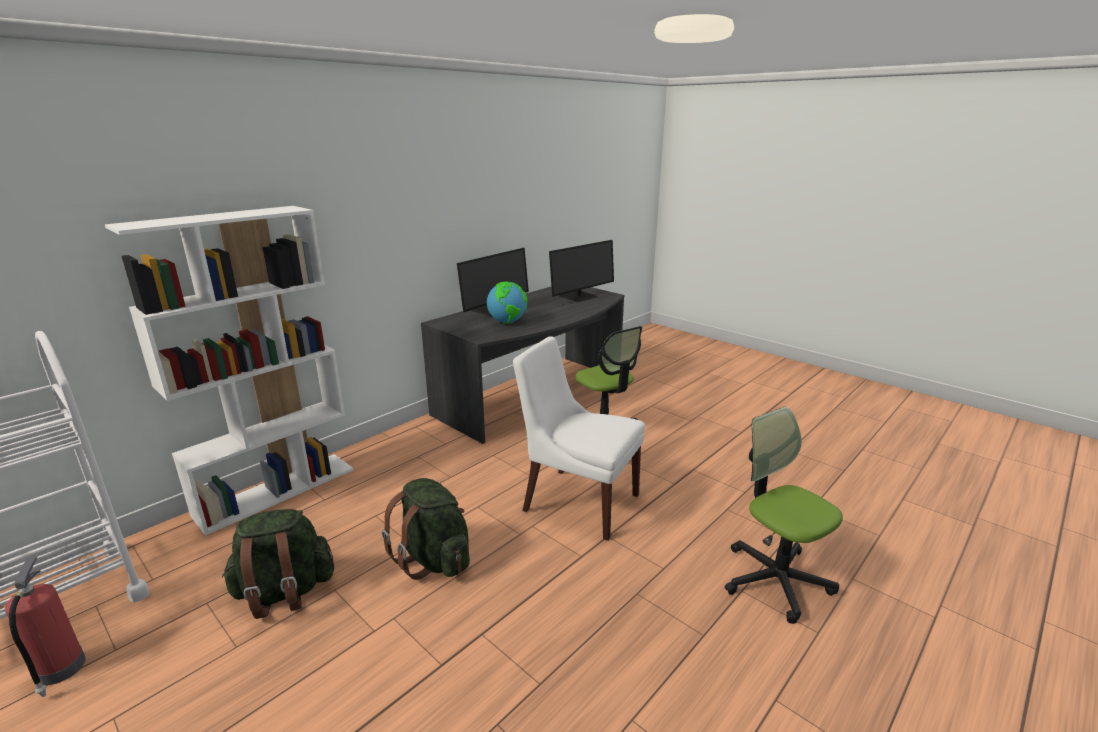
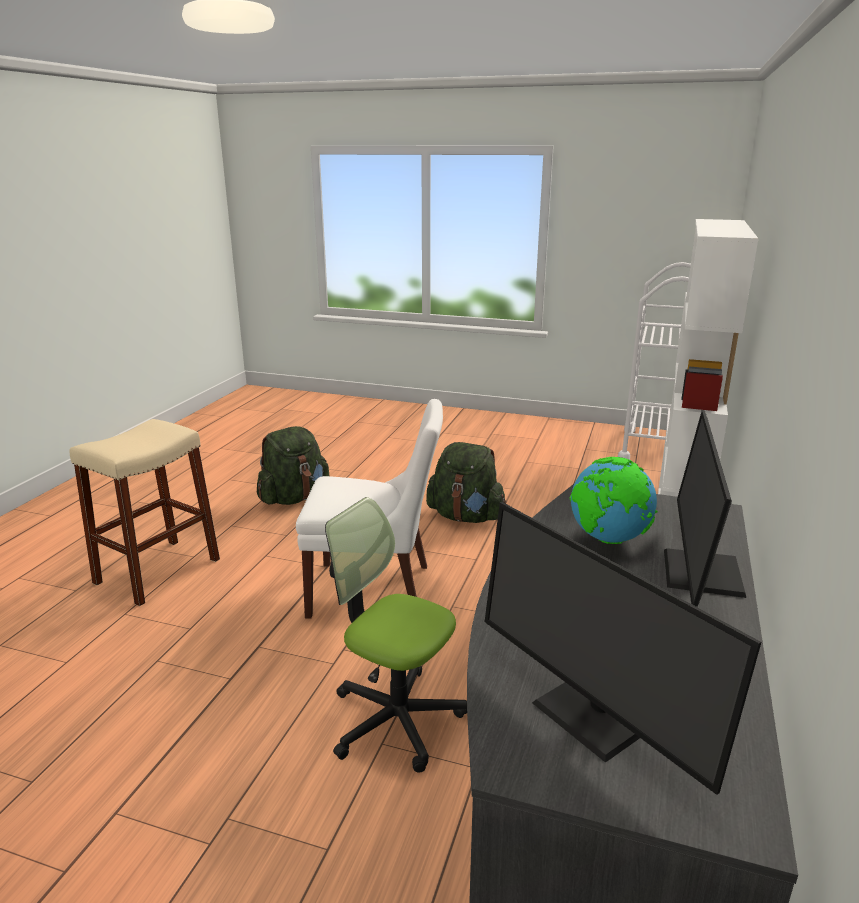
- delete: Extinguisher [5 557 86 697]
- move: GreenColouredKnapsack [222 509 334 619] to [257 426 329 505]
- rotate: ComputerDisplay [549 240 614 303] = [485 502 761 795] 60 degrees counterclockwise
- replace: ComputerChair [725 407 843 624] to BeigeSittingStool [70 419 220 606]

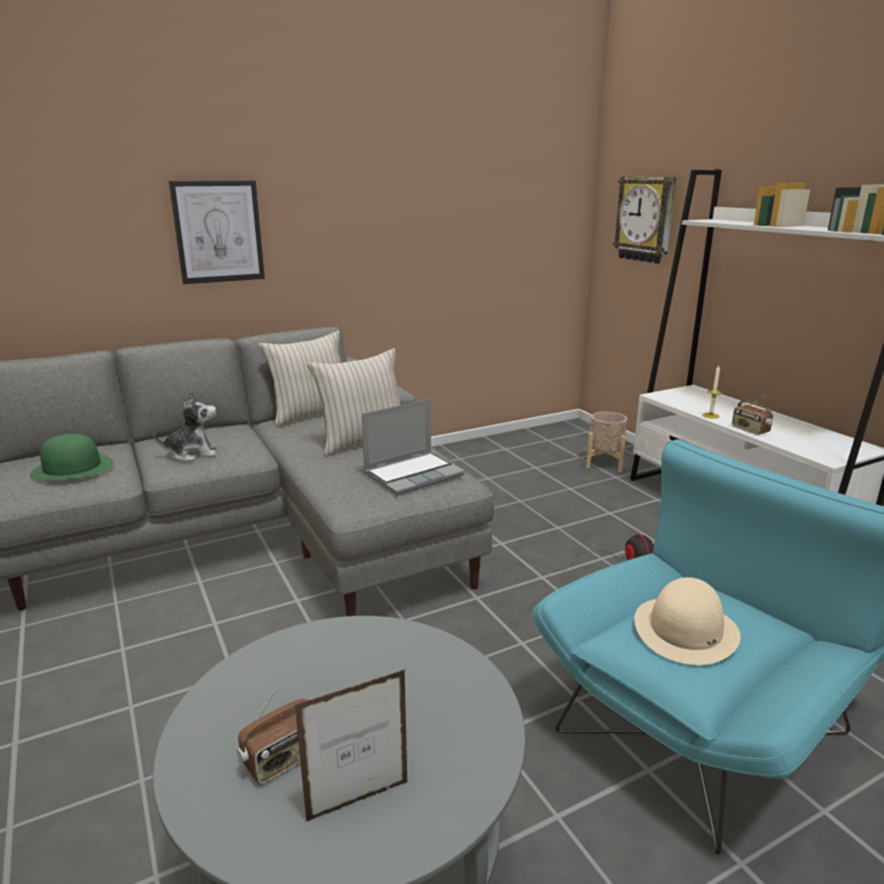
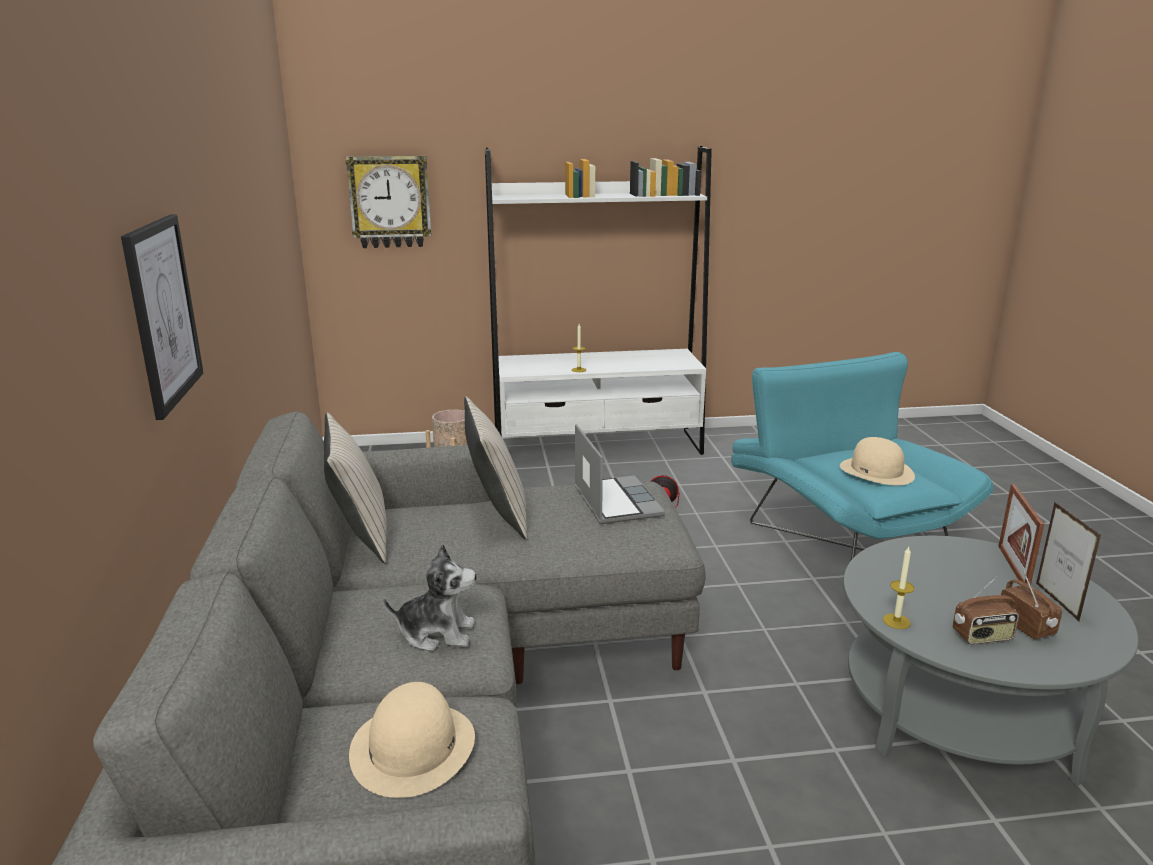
- recolor: GreenColouredWearableHat [30 434 114 480] to BeigeWearableHat [349 682 475 798]
- rotate: SoftToy [153 391 217 461] = [383 544 476 651] 90 degrees clockwise
- move: RadioReceiver [732 393 773 435] to [953 576 1019 644]
- insert: WaxLight [883 547 914 629]
- insert: StandingFrame [998 484 1044 586]

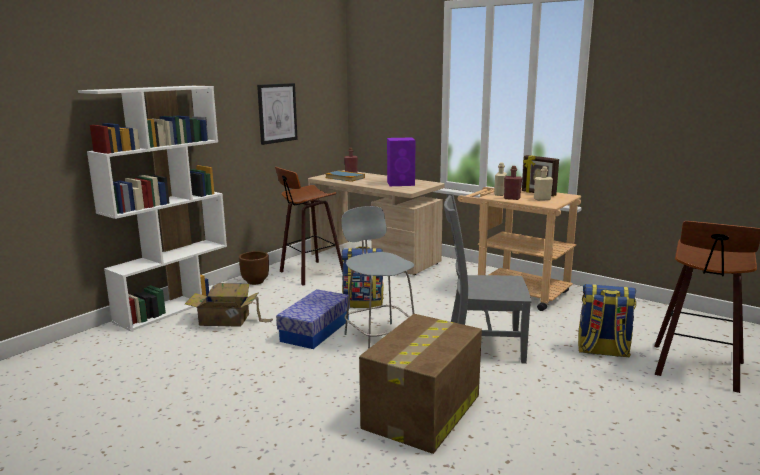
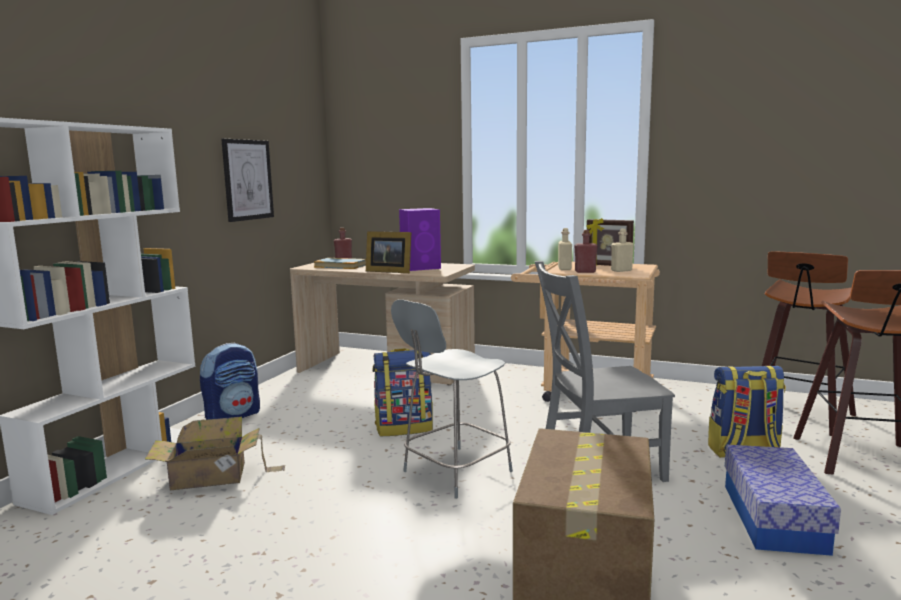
- replace: BrownColouredPlantPot [239 251 269 285] to Knapsack [200 342 260 420]
- move: SittingStool [275 167 343 286] to [762 251 856 436]
- move: StorageBin [276 289 350 349] to [725 445 841 556]
- rotate: GrayPlainChair [341 206 414 349] = [391 299 513 499] 90 degrees counterclockwise
- insert: StandingFrame [366 231 411 273]

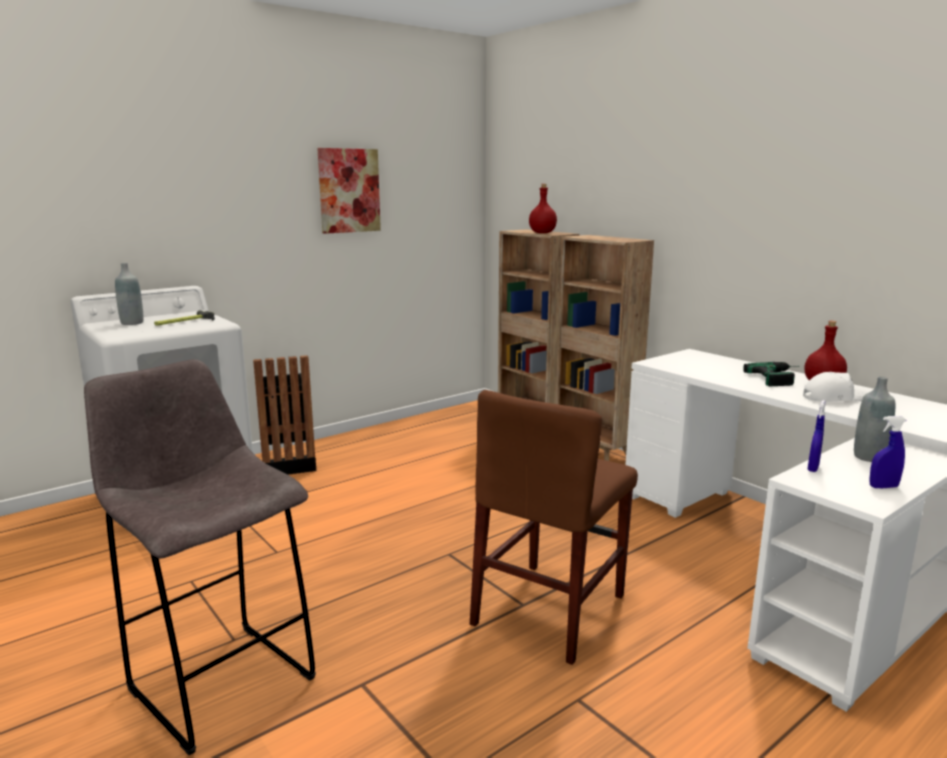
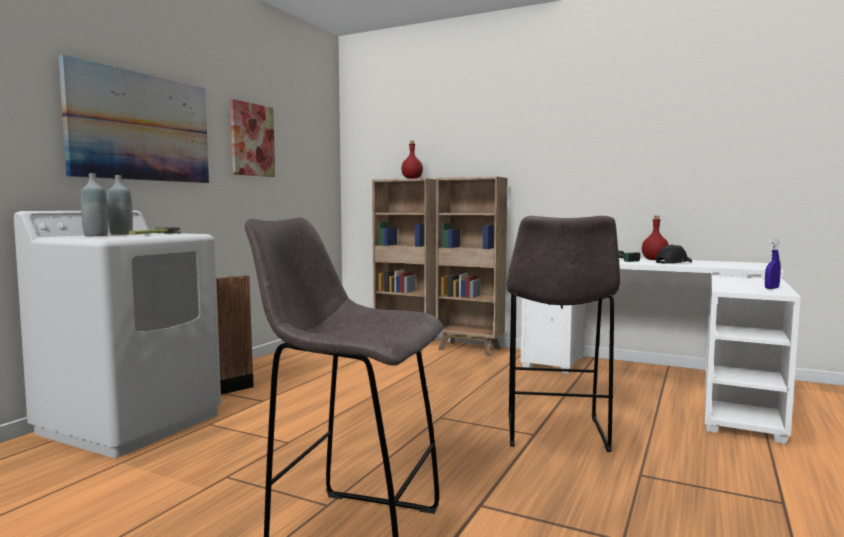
- replace: BrownColouredPlainChair [470 390 638 665] to GraySittingStool [506 216 620 452]
- recolor: WhiteColouredPeakedCap [803 372 868 402] to BlackColouredPeakedCap [656 245 692 264]
- delete: BlueHandSprayer [808 400 826 472]
- move: GrayDrinkBottle [854 377 896 462] to [107 175 133 235]
- insert: Picture [58 54 209 183]

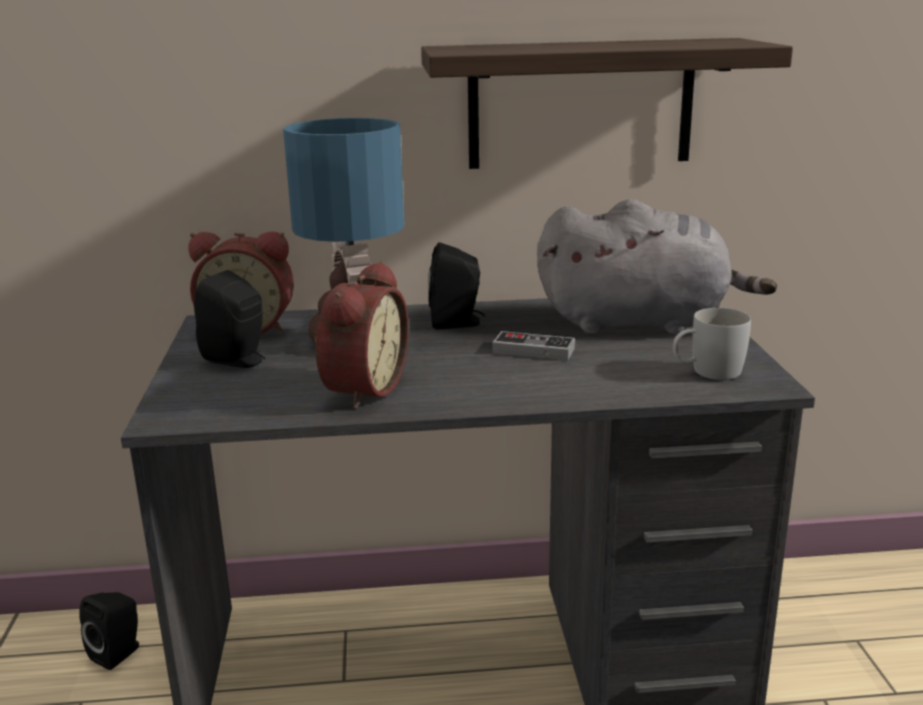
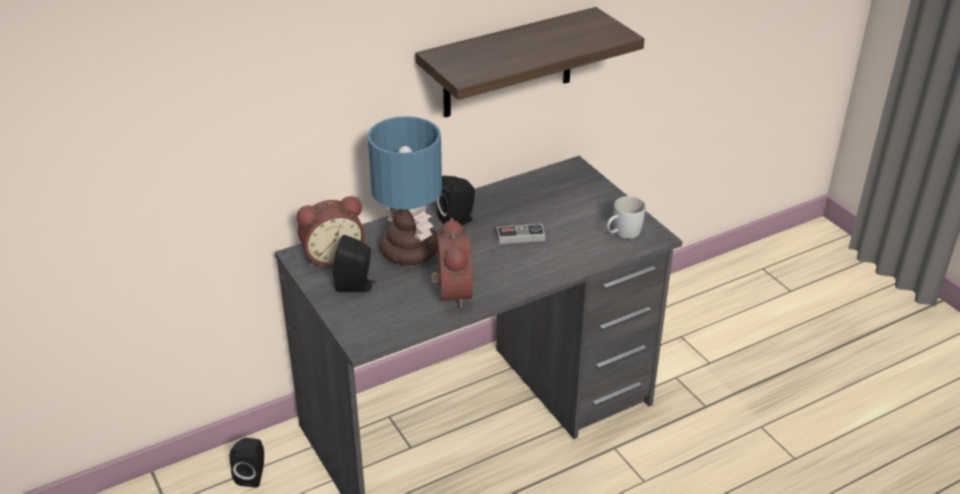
- delete: GraySoftToy [537 199 777 335]

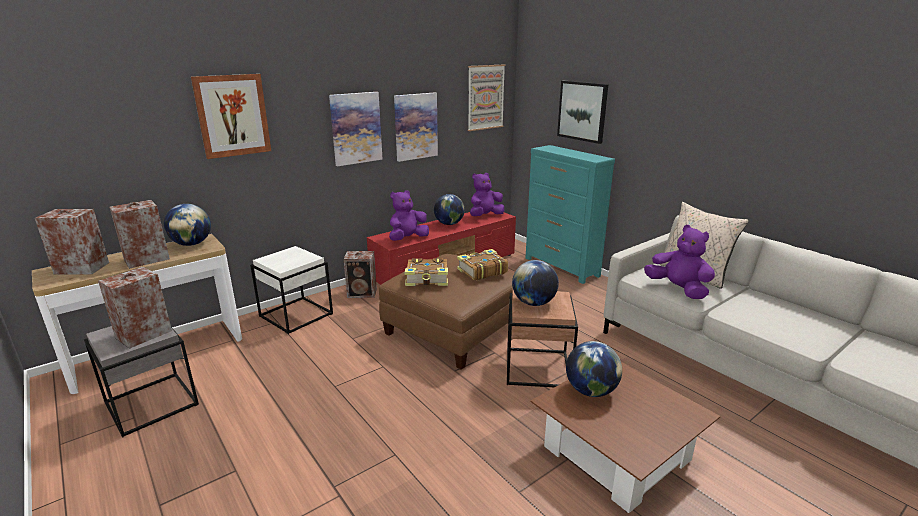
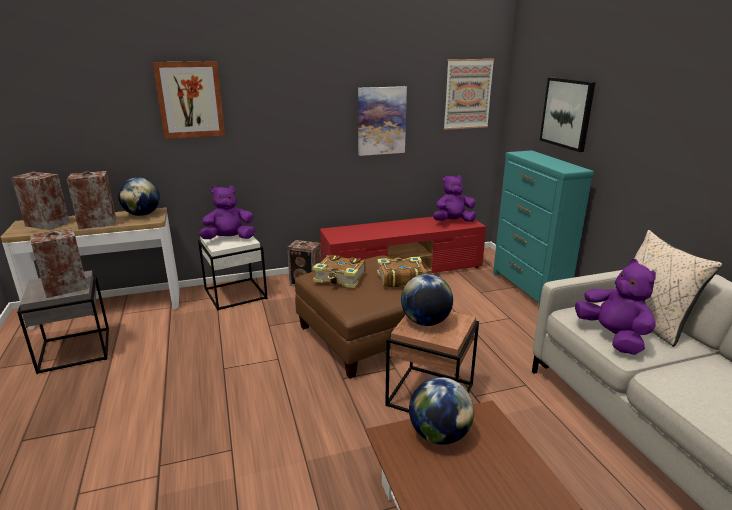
- delete: Picture [329 92 383 166]
- move: PurpleColouredSoftToy [389 190 429 241] to [199 186 255 239]
- delete: WorldGlobe [434 194 465 225]

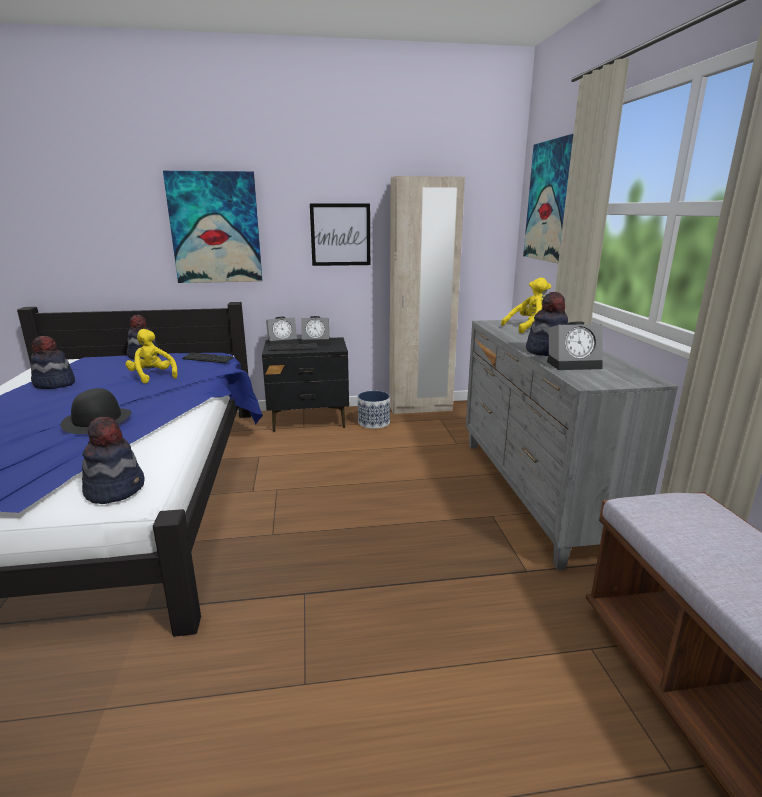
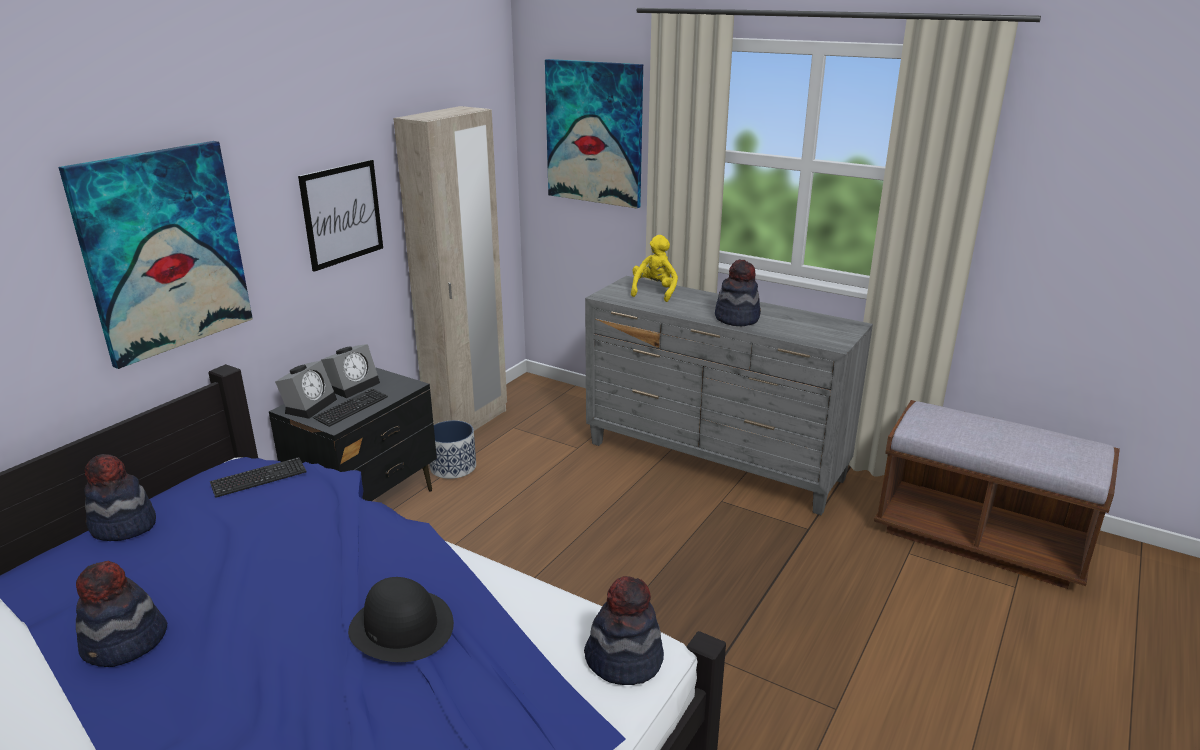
- delete: YellowishSoftToy [126 329 177 383]
- delete: BedsideClock [547 322 602 370]

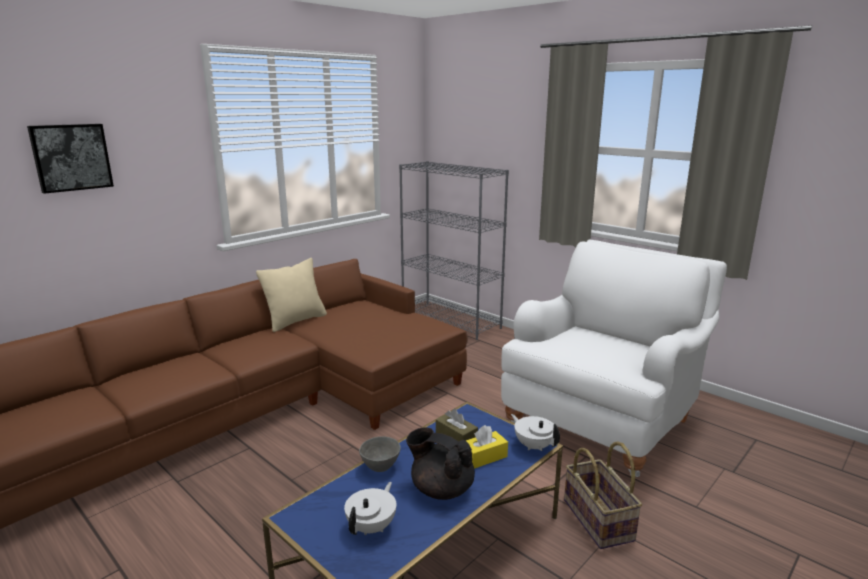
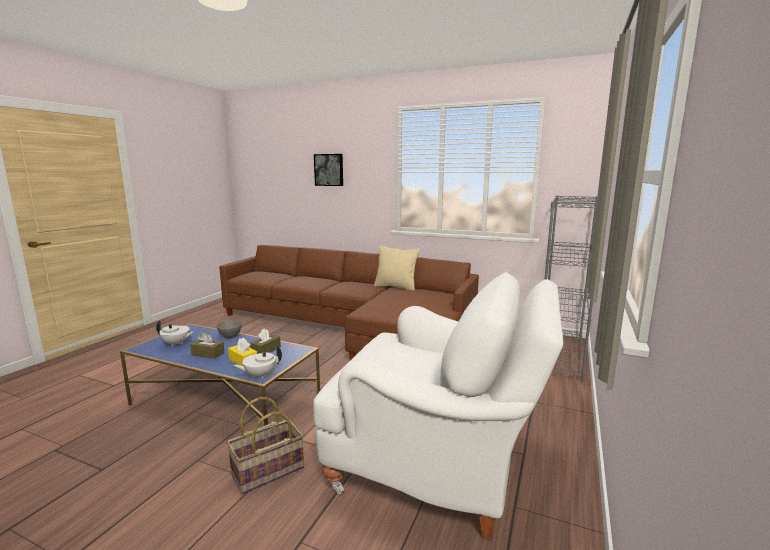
- replace: BlackColouredTeapot [406 427 475 500] to BrownColouredTissueHolder [190 332 224 359]
- rotate: WhiteColouredTeapot [511 414 560 451] = [233 346 282 379] 150 degrees counterclockwise

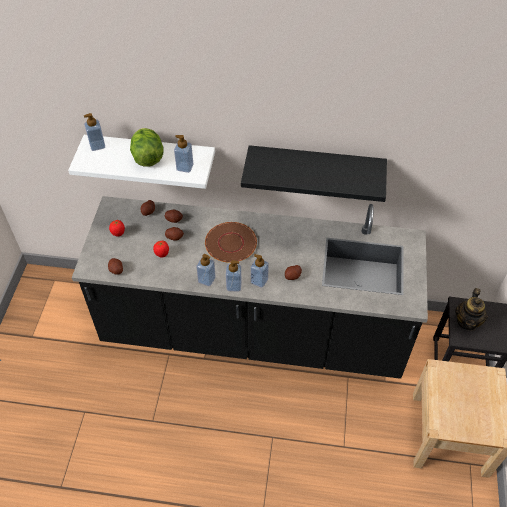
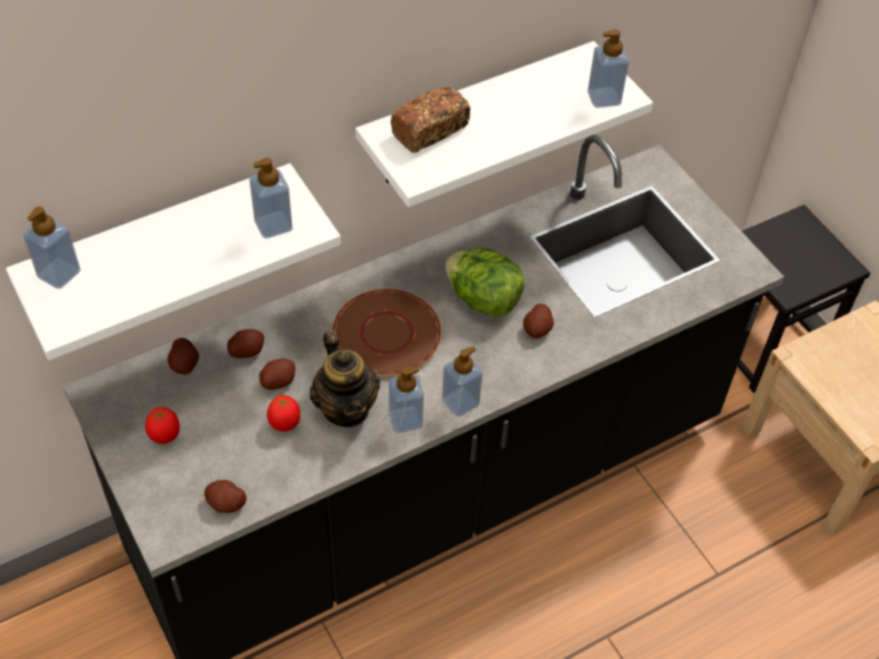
- move: Lettuce [130 128 164 167] to [445 248 525 318]
- recolor: BlackColouredWallShelf [241 145 387 202] to WhiteColouredWallShelf [355 41 653 207]
- move: LiquidSoapBottle [251 254 269 288] to [588 29 629 108]
- move: Teapot [455 288 488 331] to [310 330 380 427]
- insert: BakeryBread [391 87 470 153]

